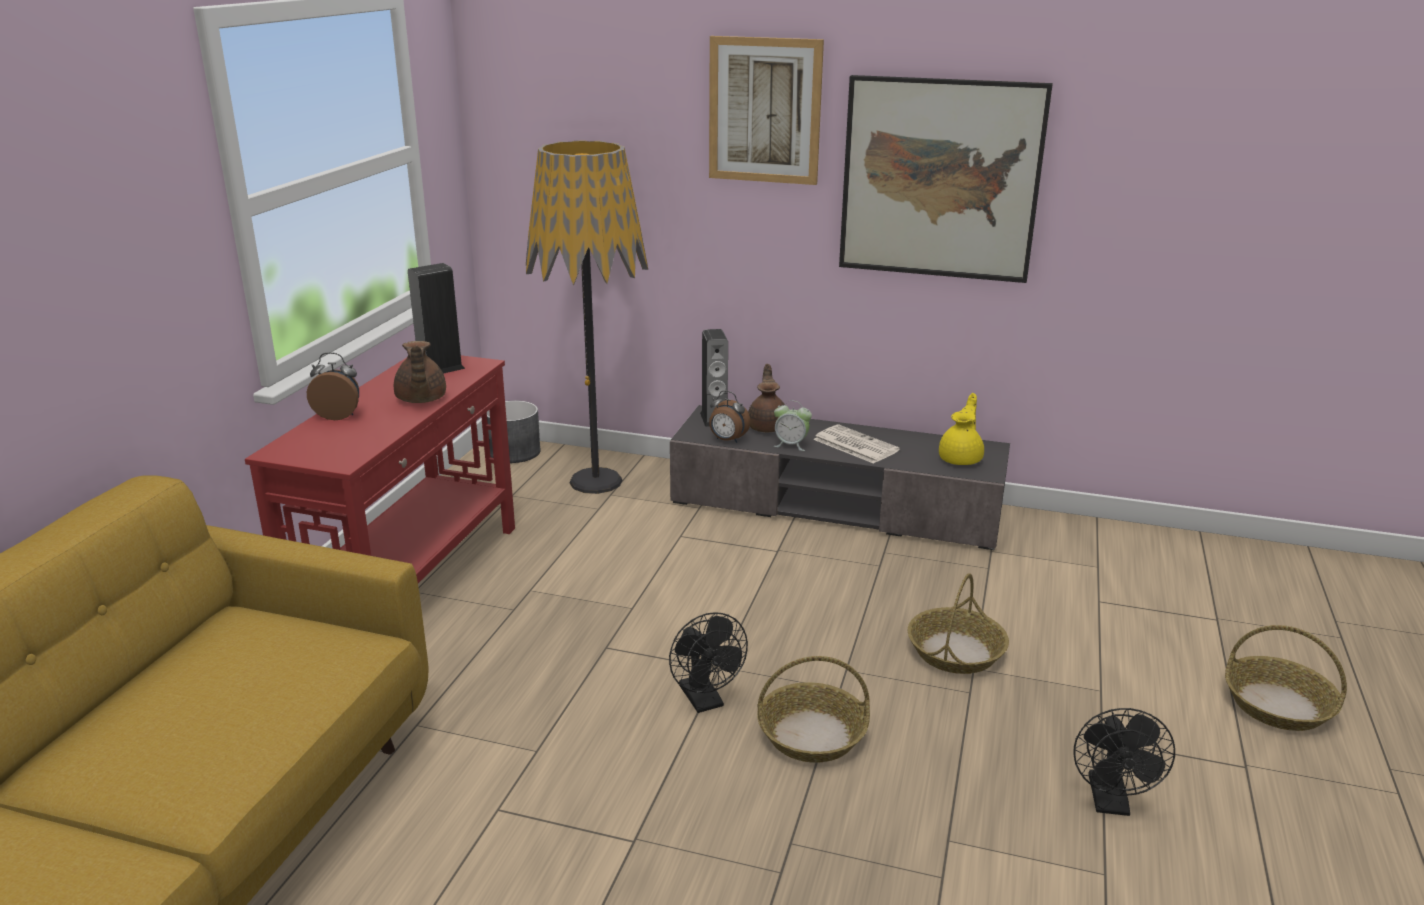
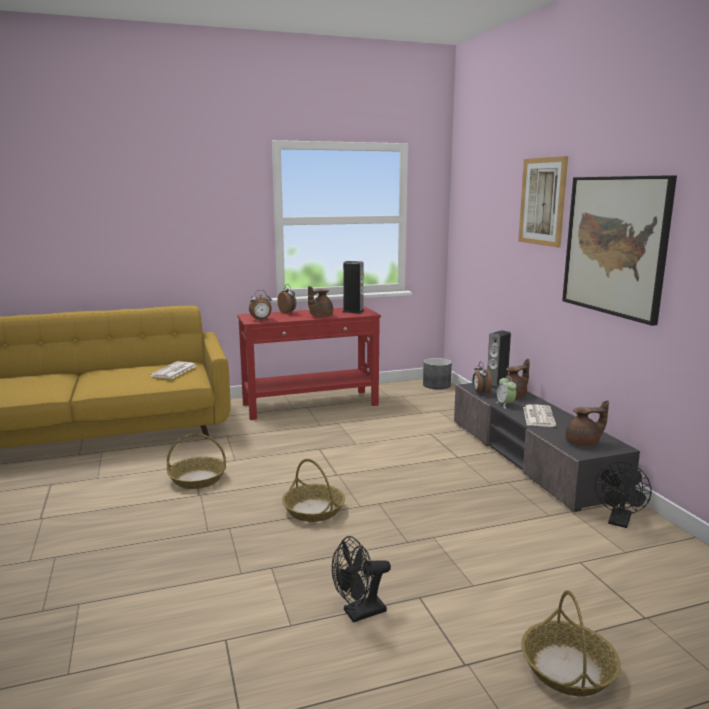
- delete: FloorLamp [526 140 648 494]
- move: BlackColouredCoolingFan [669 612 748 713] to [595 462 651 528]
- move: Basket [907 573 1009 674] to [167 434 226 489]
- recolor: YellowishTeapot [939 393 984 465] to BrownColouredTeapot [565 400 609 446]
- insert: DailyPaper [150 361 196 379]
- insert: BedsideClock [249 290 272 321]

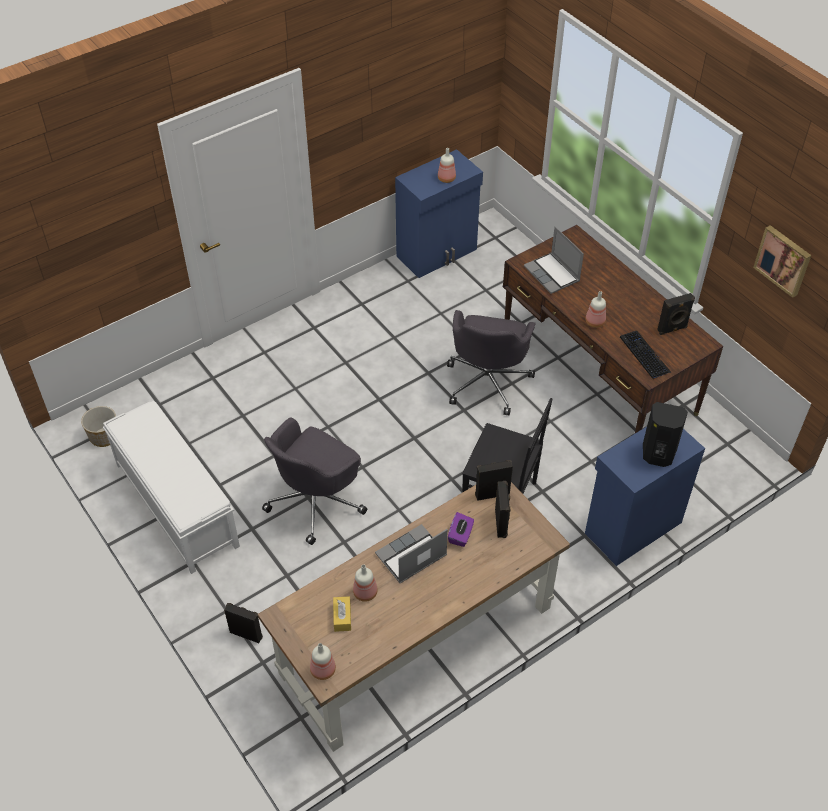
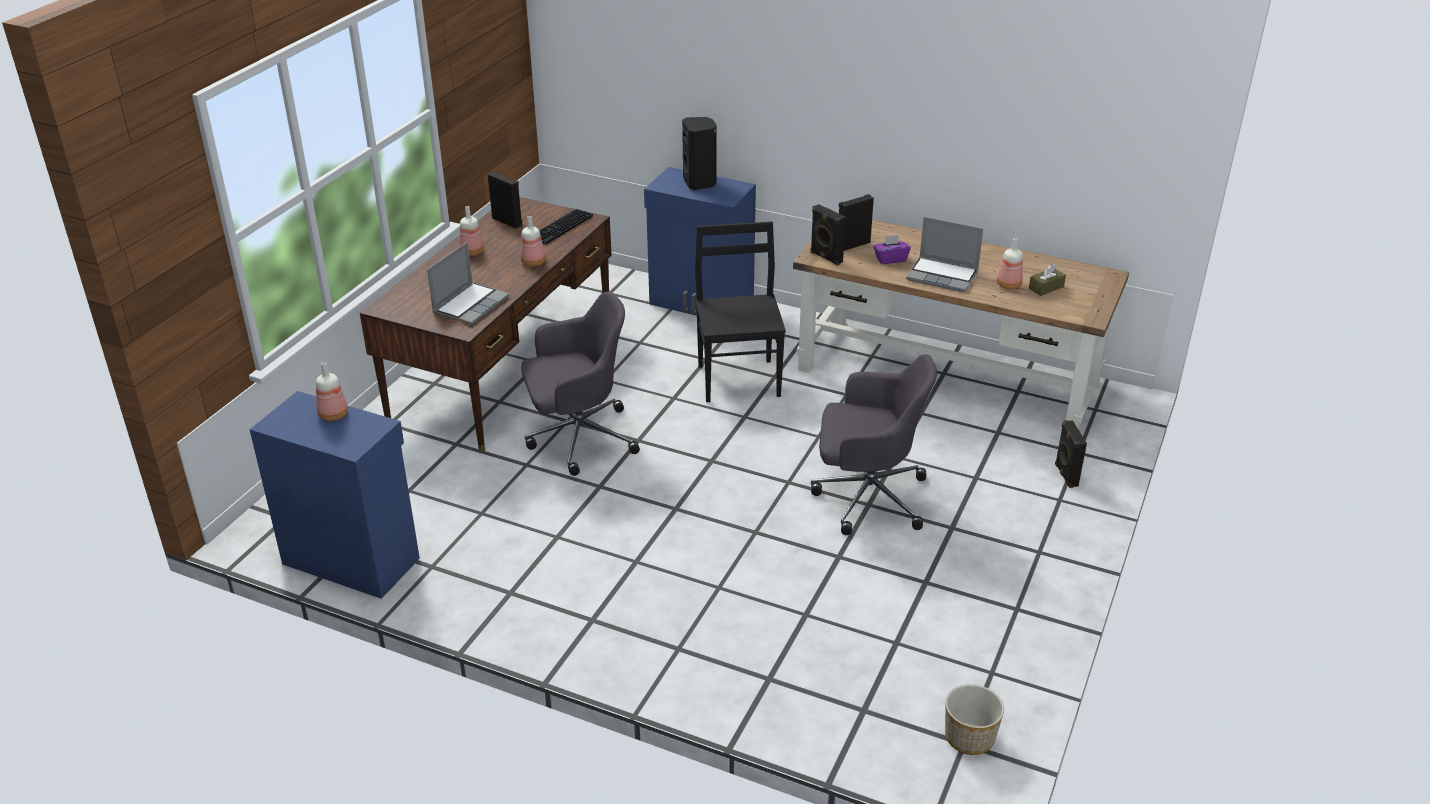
- delete: WhiteColouredLongSeat [103 401 240 574]
- move: DrinkBottle [310 643 336 680] to [459 206 484 256]
- recolor: YellowishTissueHolder [333 596 351 632] to BrownColouredTissueHolder [1029 264 1066 296]
- delete: Picture [753 225 811 298]

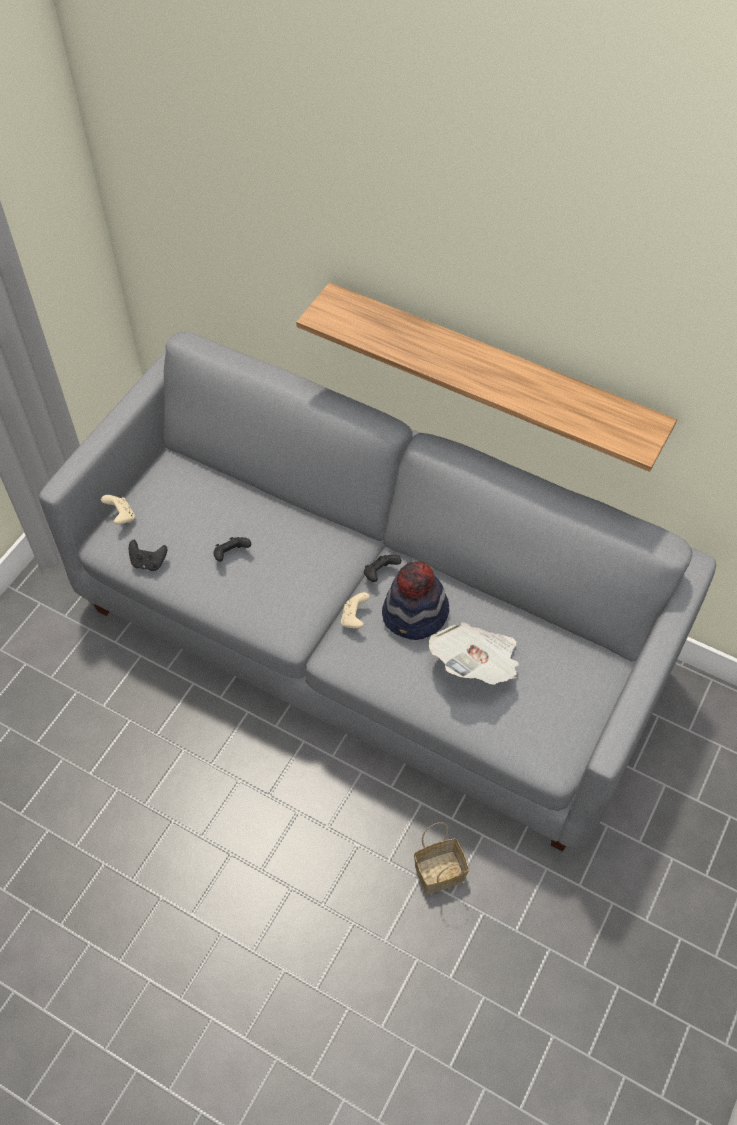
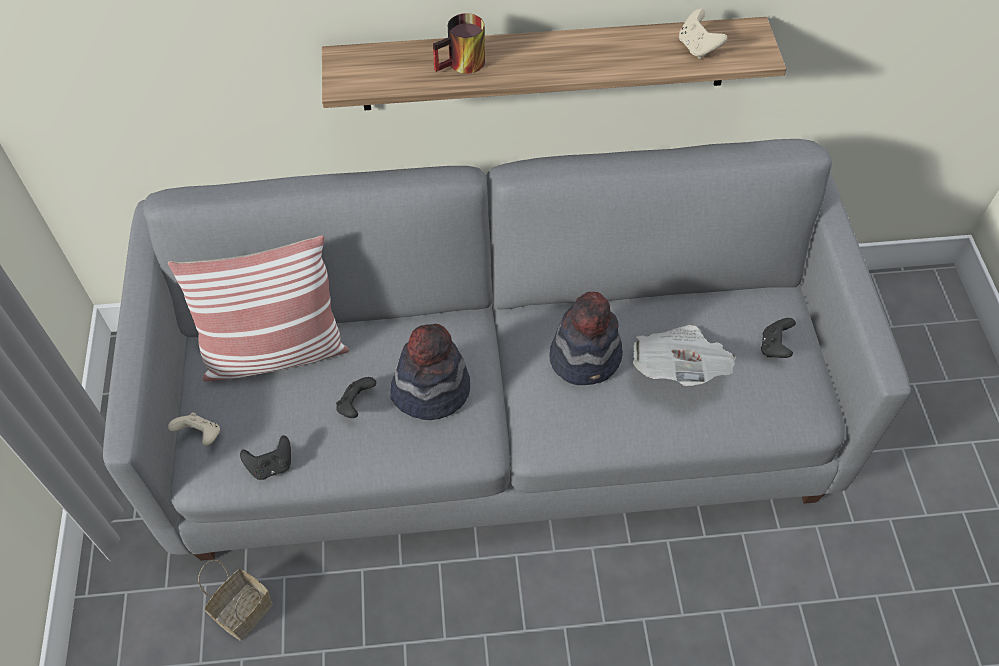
- move: BeigeGameController [341 592 370 629] to [679 9 727 59]
- move: BlackColouredGameController [364 555 402 582] to [761 318 796 358]
- move: Basket [414 822 469 894] to [198 560 273 641]
- insert: Cushion [168 235 349 382]
- insert: WearableHat [390 324 470 420]
- insert: Mug [433 13 485 74]

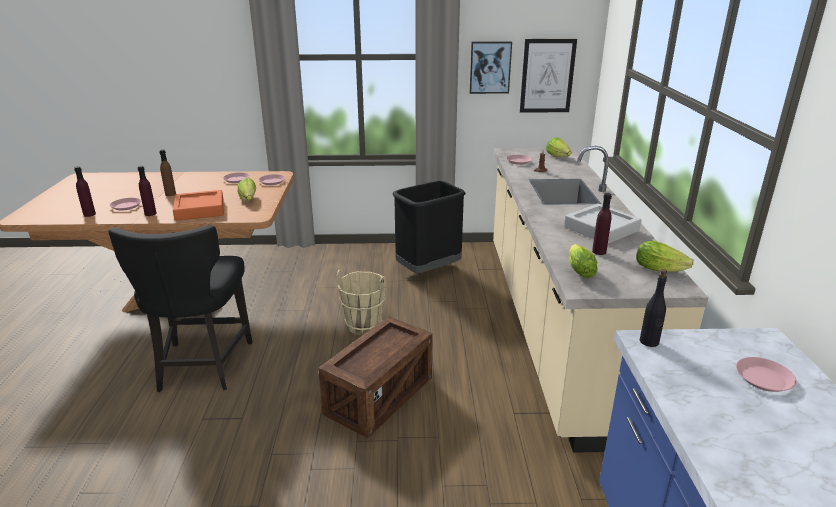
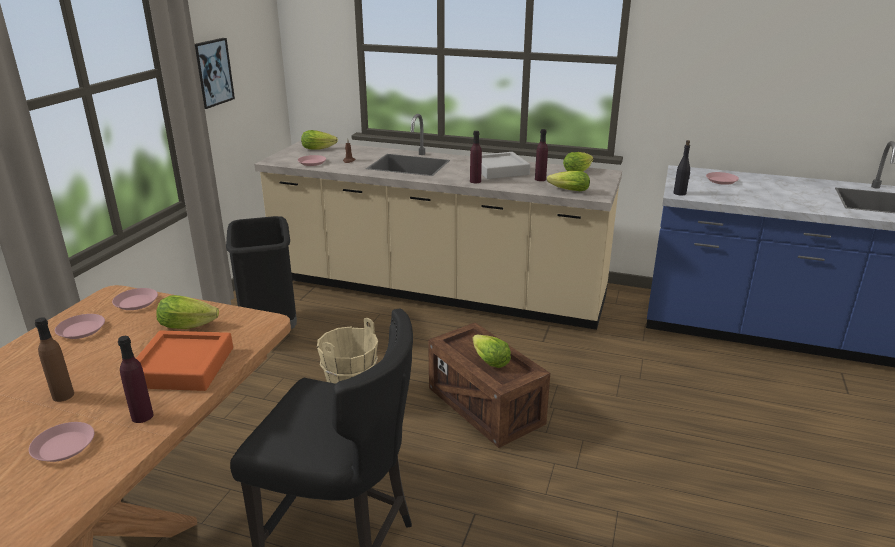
- move: PurpleColouredDrinkBottle [74 166 96 217] to [470 131 482 183]
- delete: Picture [520 39 577 113]
- insert: Lettuce [473 335 511 368]

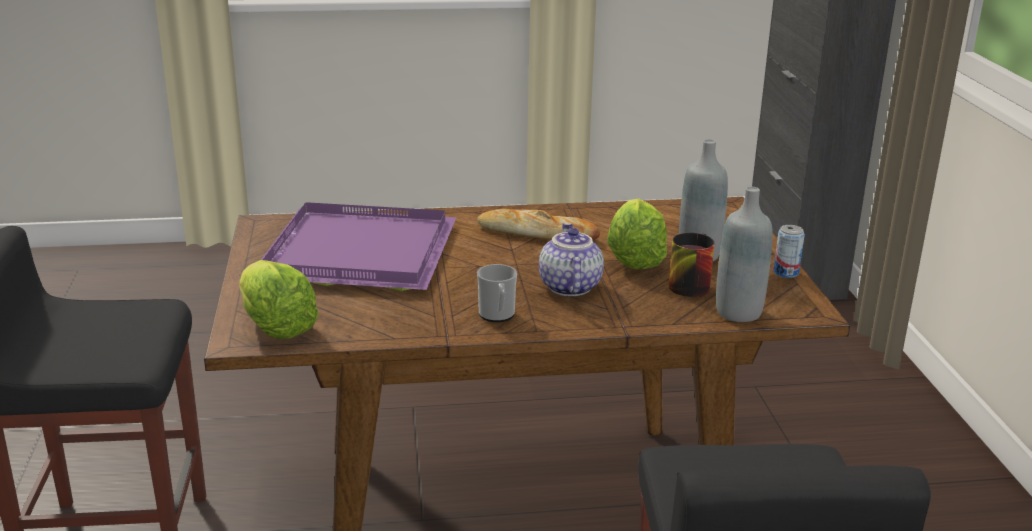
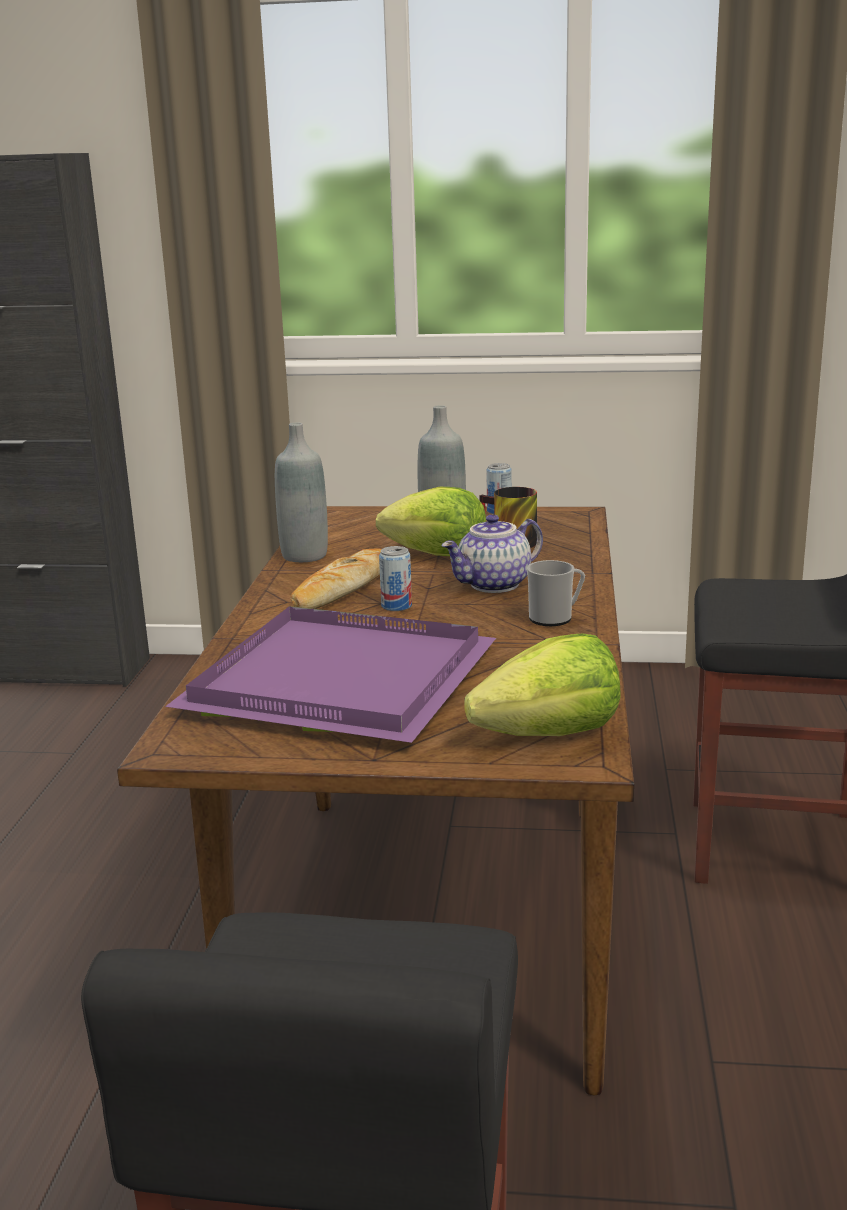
- rotate: Teapot [539 223 604 296] = [441 514 543 593] 45 degrees counterclockwise
- move: GrayDrinkBottle [716 187 773 322] to [275 423 328 562]
- insert: SealedCan [379 546 412 611]

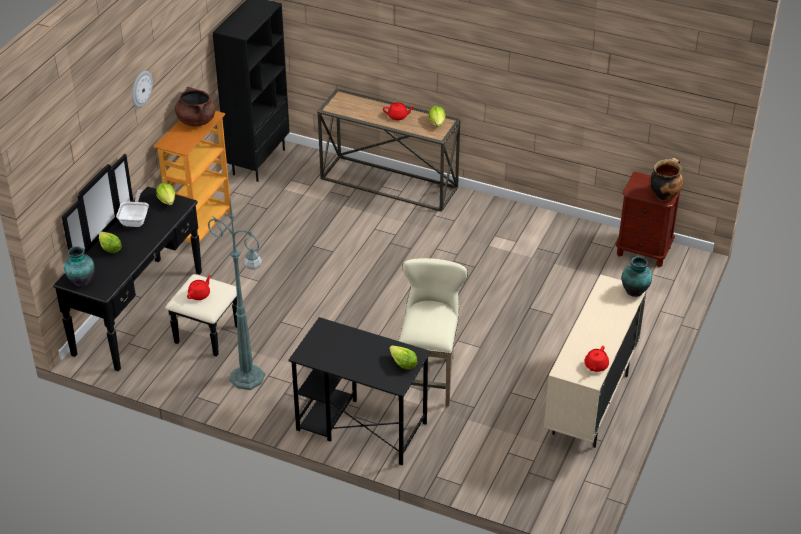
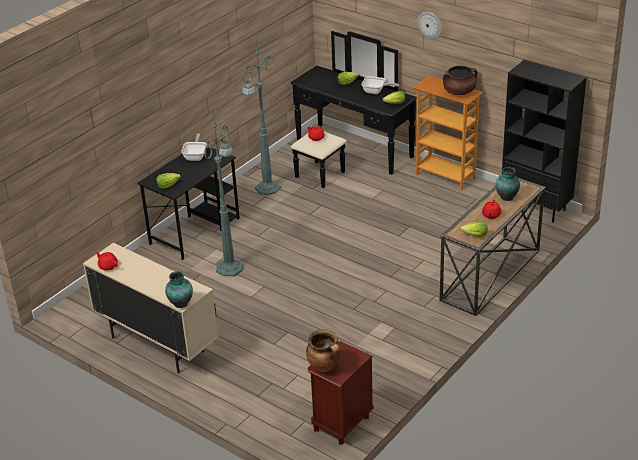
- move: Vase [64 246 95 287] to [496 167 520 201]
- replace: BeigeSittingStool [398 258 468 407] to GreenColouredFloorLamp [204 112 244 276]
- insert: FryingPan [181 133 206 161]

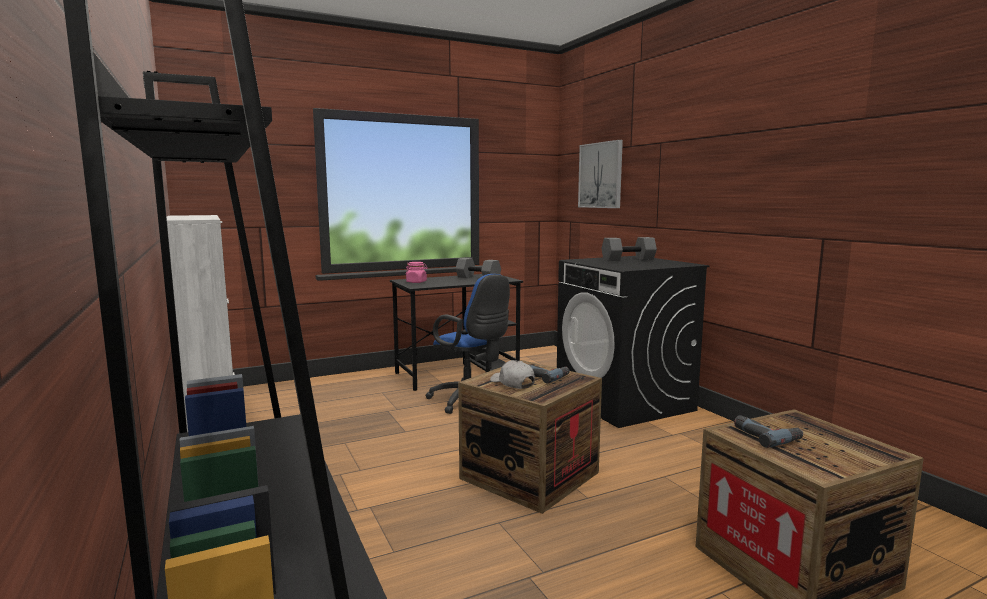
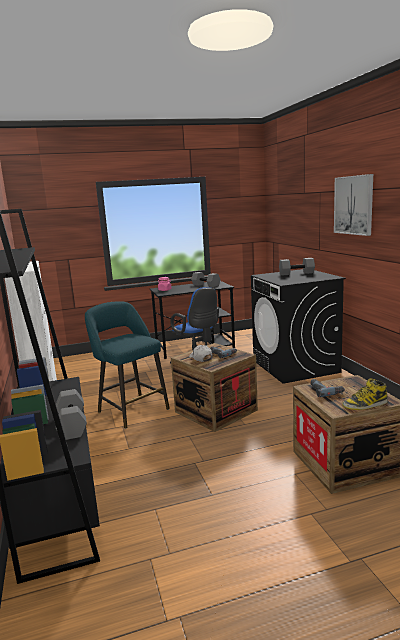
- move: Picture [578 140 623 208] to [334 174 373 236]
- insert: GrayHandWeight [56 389 87 440]
- insert: BlueGreenSittingStool [85 301 170 429]
- insert: Boot [342 378 388 410]

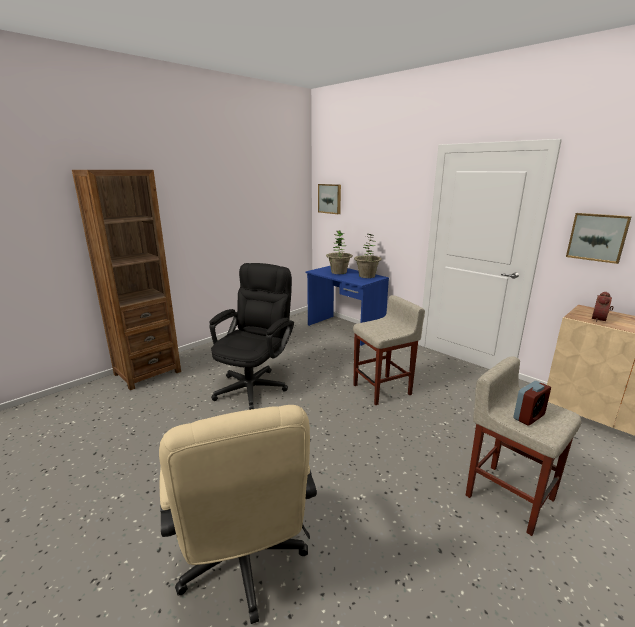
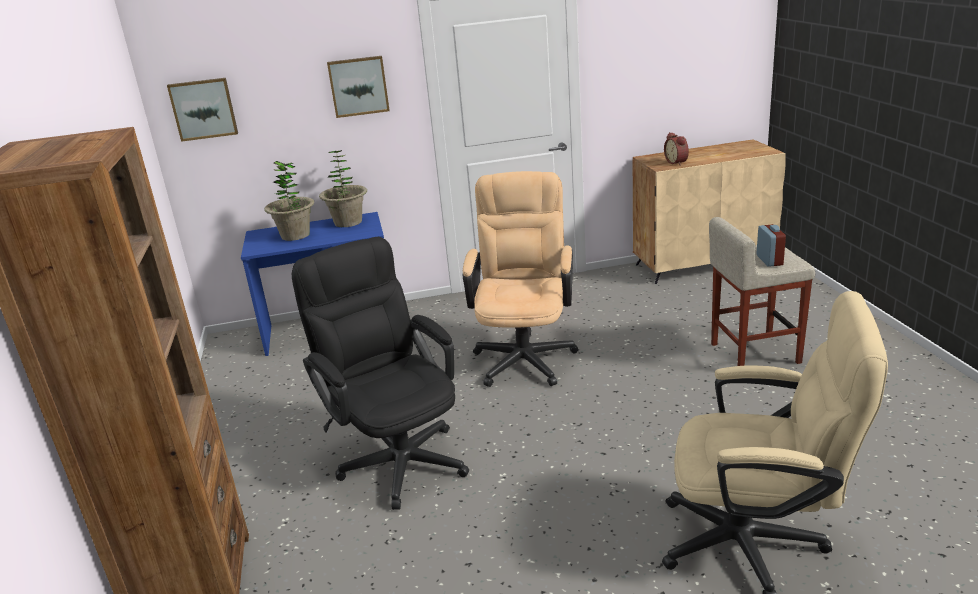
- replace: BeigeSittingStool [353 295 425 405] to BeigeComputerChair [463 171 579 387]
- move: Picture [566 213 632 264] to [327 56 390 118]

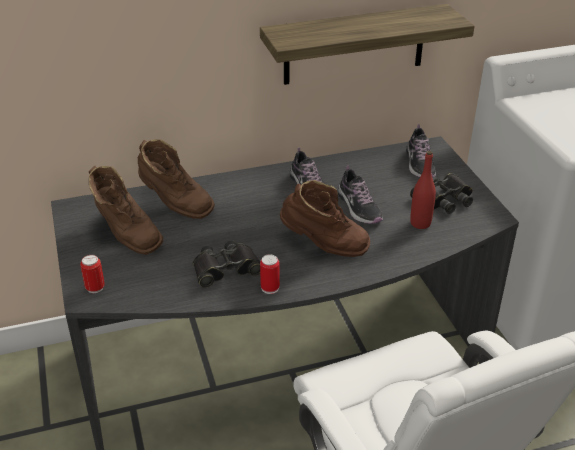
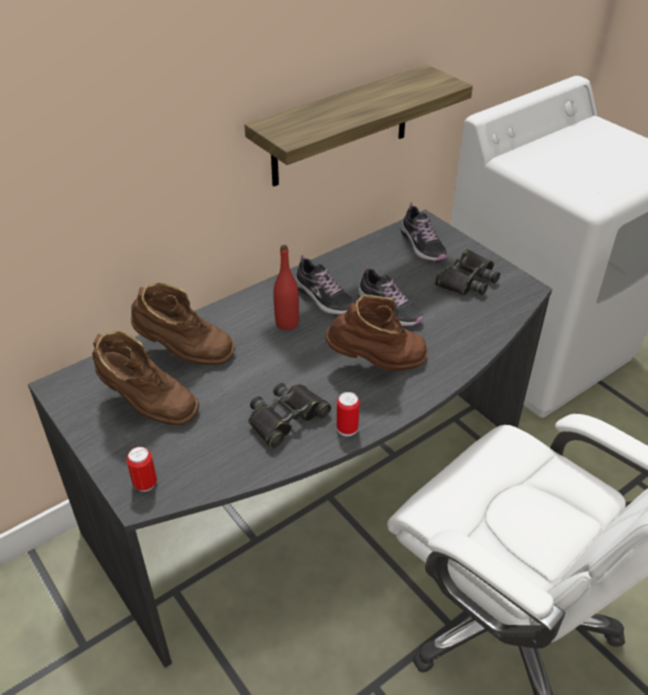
- move: ReddishDrinkBottle [410 151 436 229] to [273 245 299 330]

